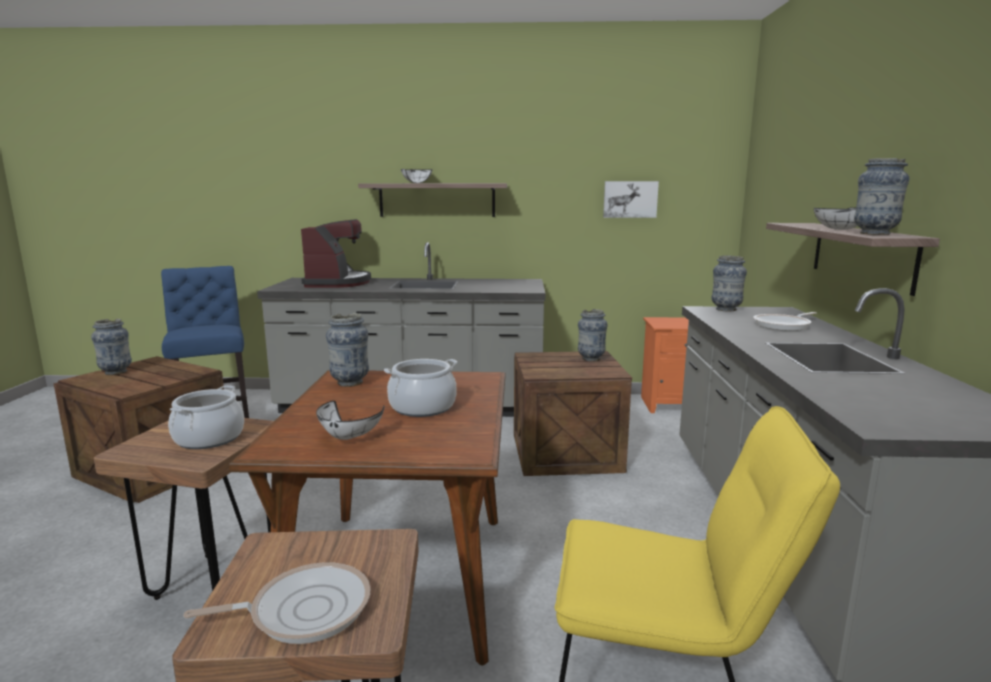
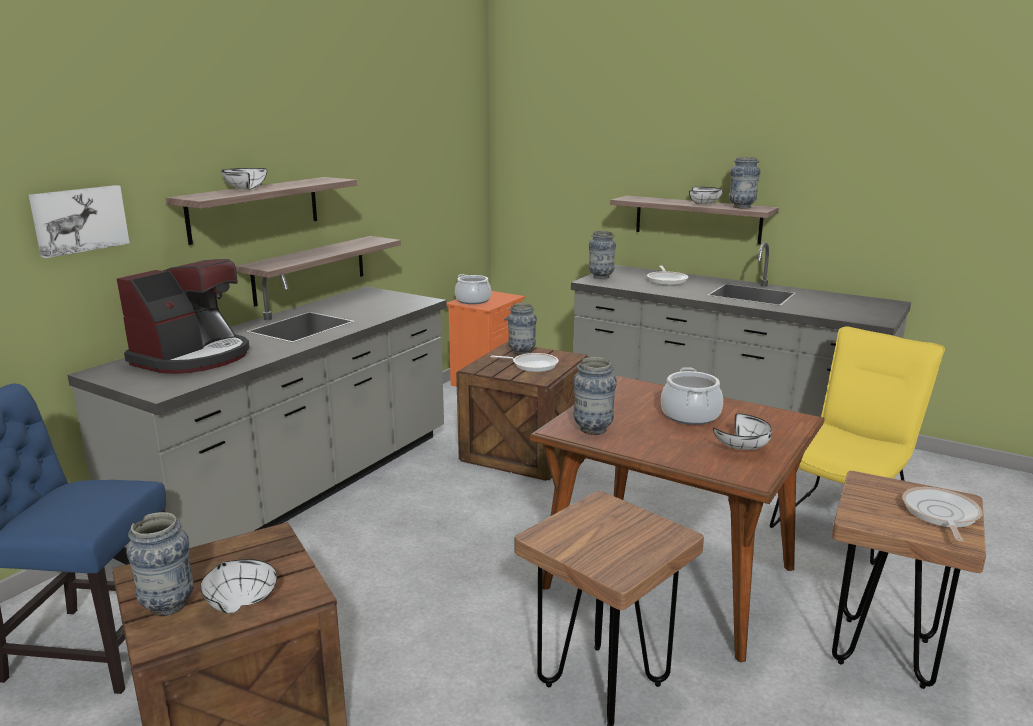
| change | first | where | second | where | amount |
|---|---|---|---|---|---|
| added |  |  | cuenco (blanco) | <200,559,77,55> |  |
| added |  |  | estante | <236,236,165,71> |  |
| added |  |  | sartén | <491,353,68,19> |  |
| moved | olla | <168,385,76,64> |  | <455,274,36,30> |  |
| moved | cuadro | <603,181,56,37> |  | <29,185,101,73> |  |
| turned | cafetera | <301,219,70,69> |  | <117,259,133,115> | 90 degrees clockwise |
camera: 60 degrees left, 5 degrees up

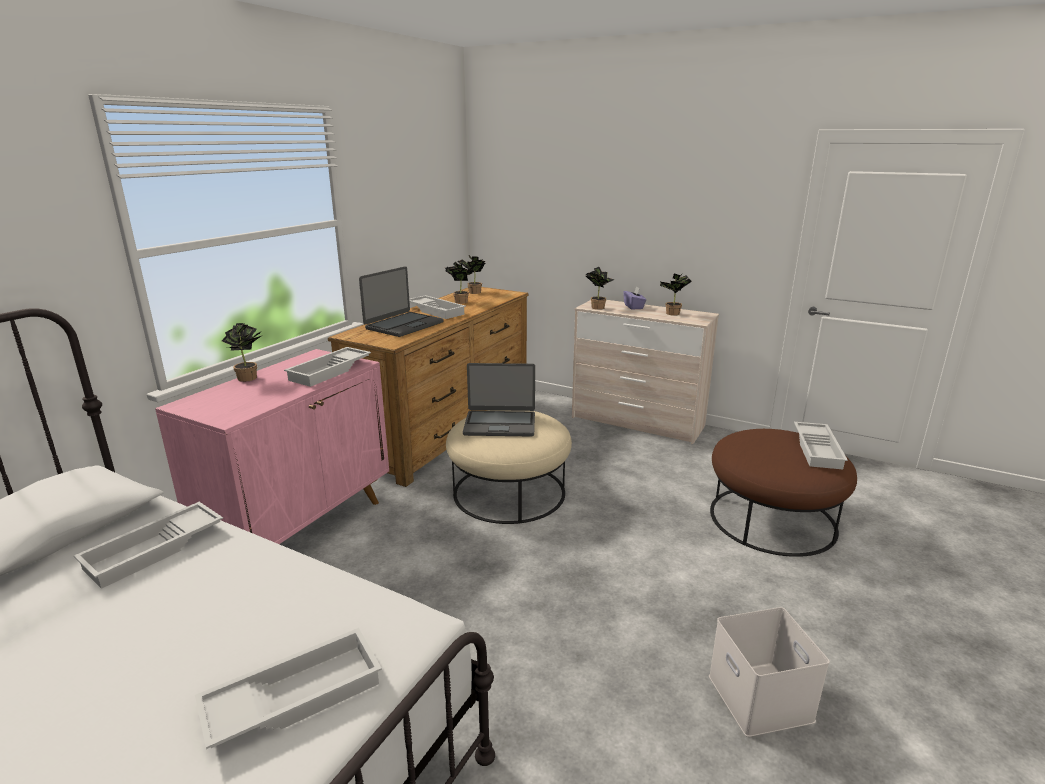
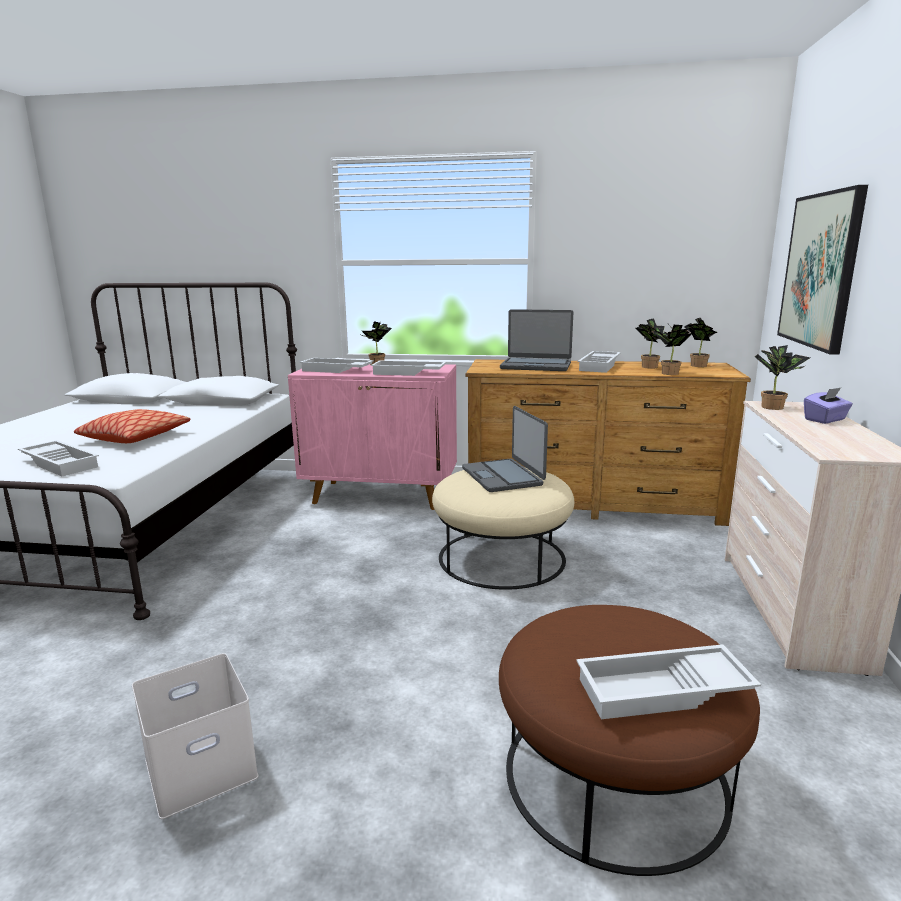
| change | first | where | second | where | amount |
|---|---|---|---|---|---|
| added |  |  | cojín | <74,409,116,34> |  |
| added |  |  | cuadro | <777,185,91,170> |  |
| moved | bandeja (blanco) | <74,502,149,87> |  | <299,358,75,15> |  |
| moved | planta en maceta | <659,273,33,43> |  | <651,324,42,51> |  |
camera: 70 degrees right, 5 degrees down

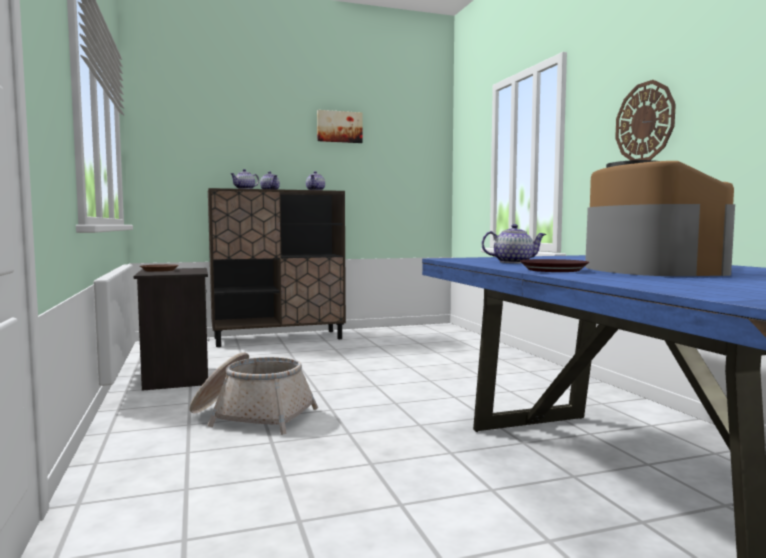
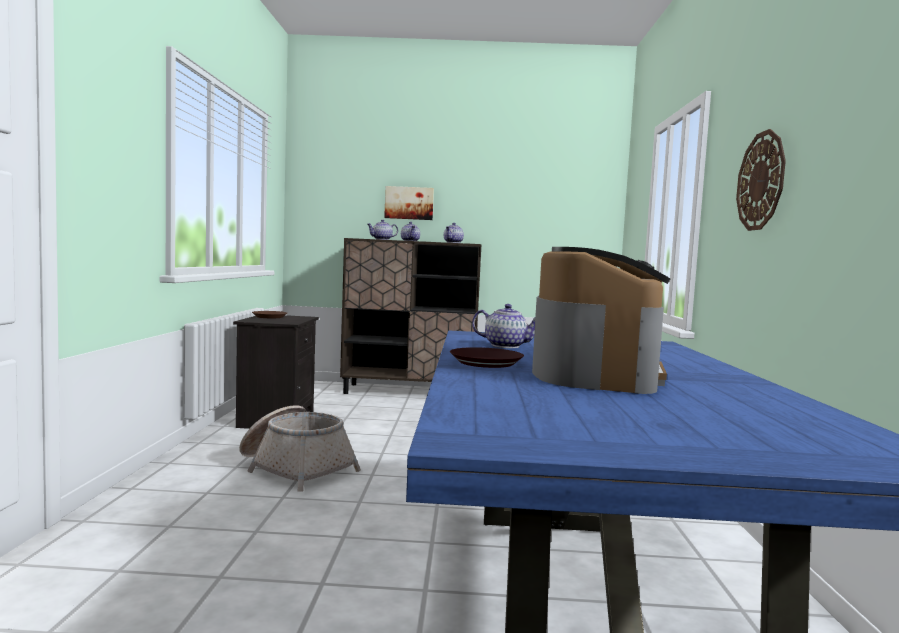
| change | first | where | second | where | amount |
|---|---|---|---|---|---|
| moved | cuadro | <317,110,46,33> |  | <384,186,50,34> |  |
camera: 20 degrees right, 0 degrees up

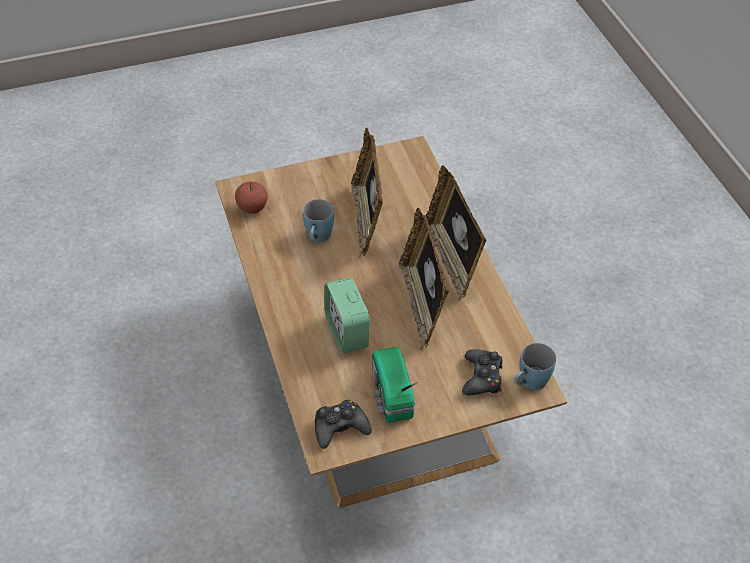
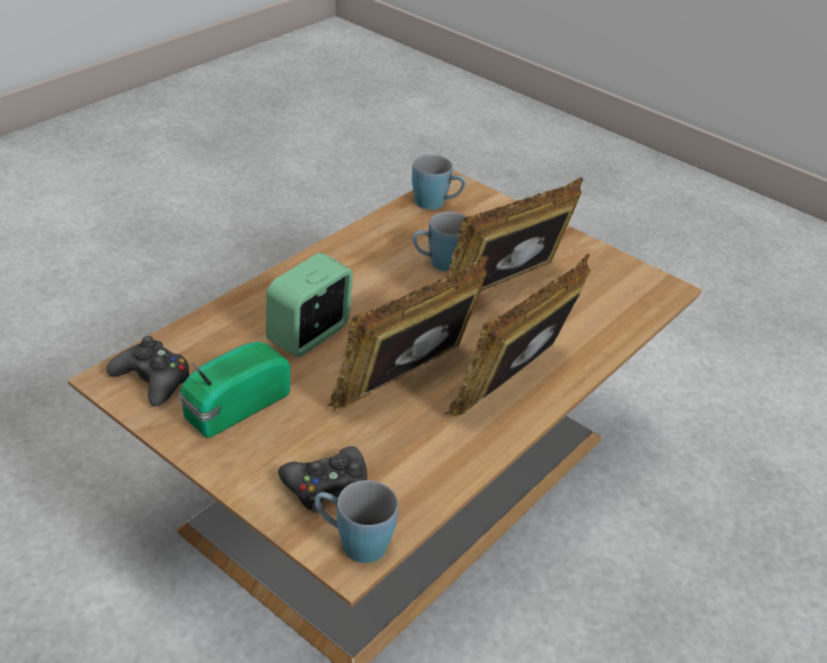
| change | first | where | second | where | amount |
|---|---|---|---|---|---|
| replaced | manzana | <235,181,33,33> | taza grande (azul) | <412,155,54,55> |  |
camera: 55 degrees right, 10 degrees down

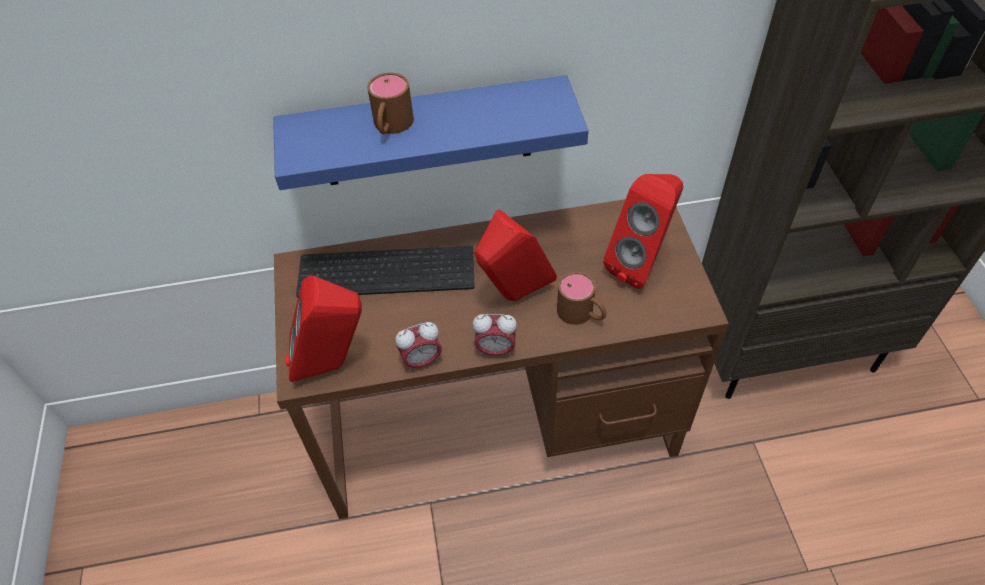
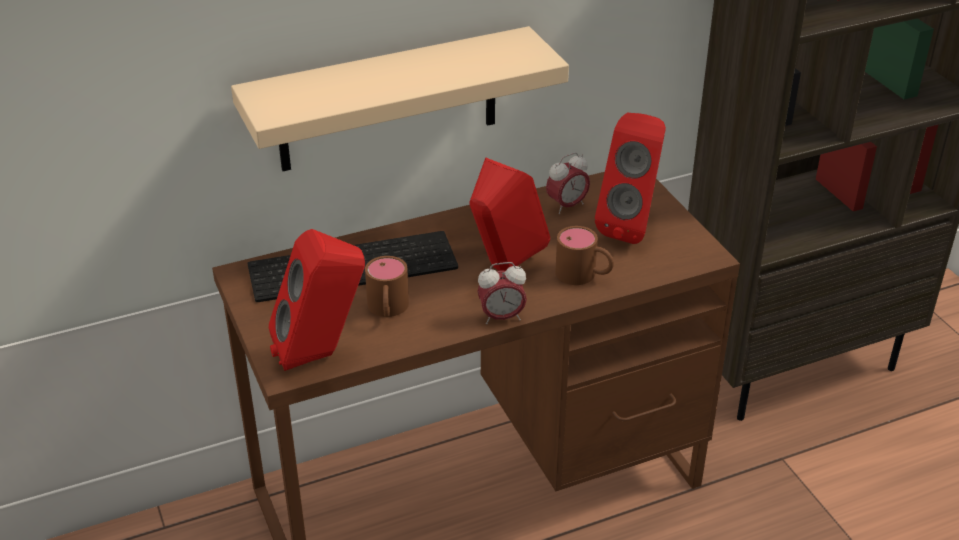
| change | first | where | second | where | amount |
|---|---|---|---|---|---|
| moved | taza grande (marrón) | <367,73,47,61> |  | <365,256,44,61> |  |
| moved | despertador | <395,322,47,49> |  | <546,152,44,62> |  |
| recoloured | estante (azul) | <273,75,316,115> | estante (beis) | <231,26,338,145> |  |
camera: 15 degrees left, 15 degrees down

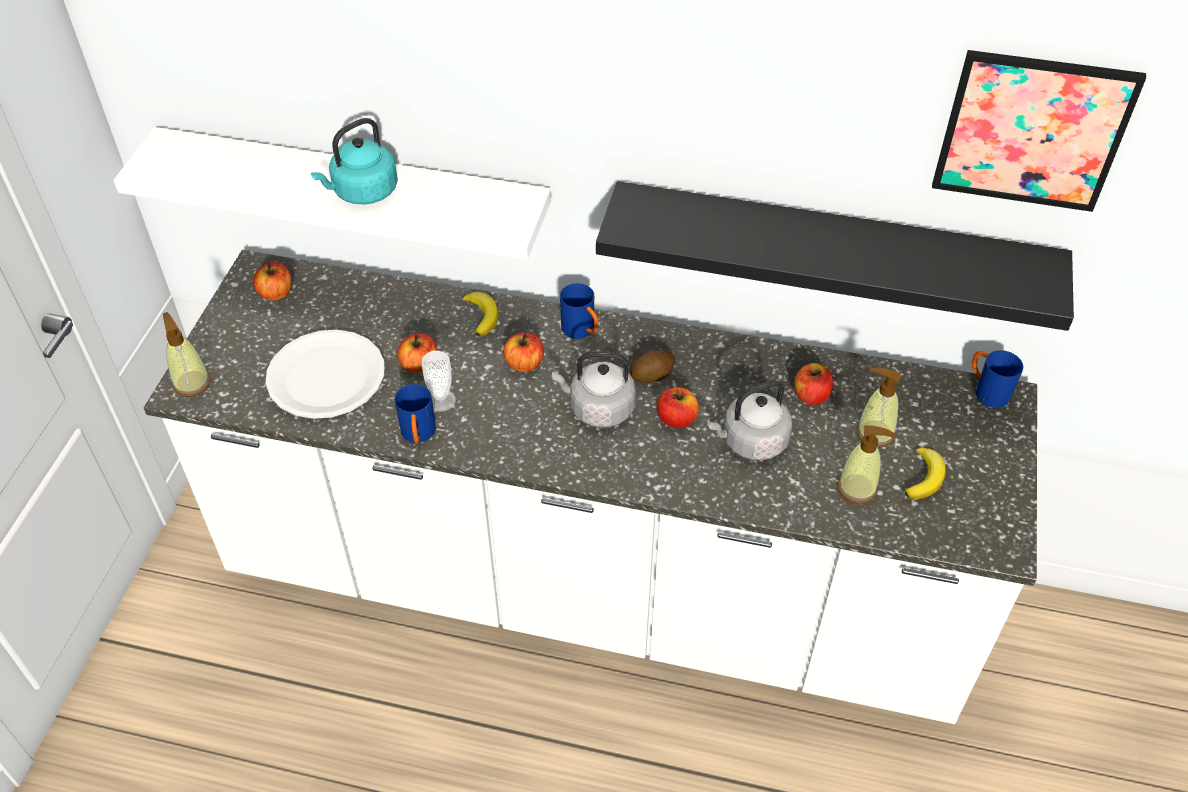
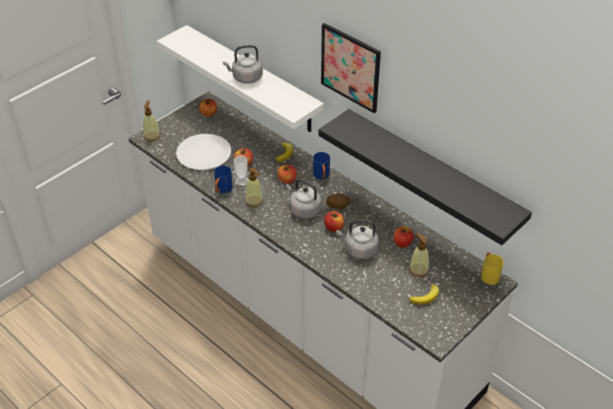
| change | first | where | second | where | amount |
|---|---|---|---|---|---|
| moved | dispensador de jabón | <837,425,58,79> |  | <245,168,18,39> |  |
| moved | cuadro | <932,50,214,162> |  | <321,23,60,90> |  |
| recoloured | hervidor (turquesa) | <311,118,87,87> | hervidor (gris) | <223,45,40,39> |  |
| recoloured | taza grande (azul) | <972,350,51,58> | taza grande (amarillo) | <481,252,23,33> |  |
camera: 30 degrees right, 5 degrees down

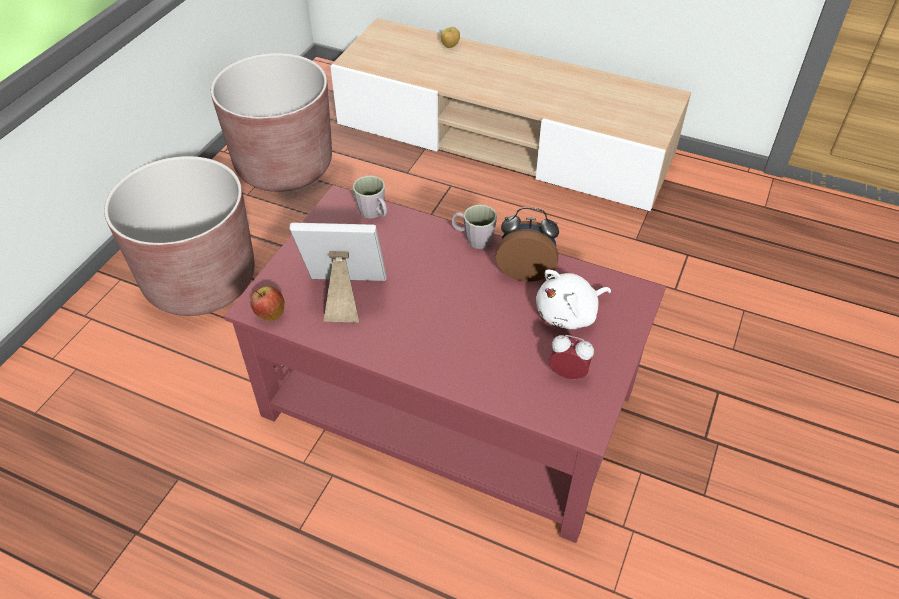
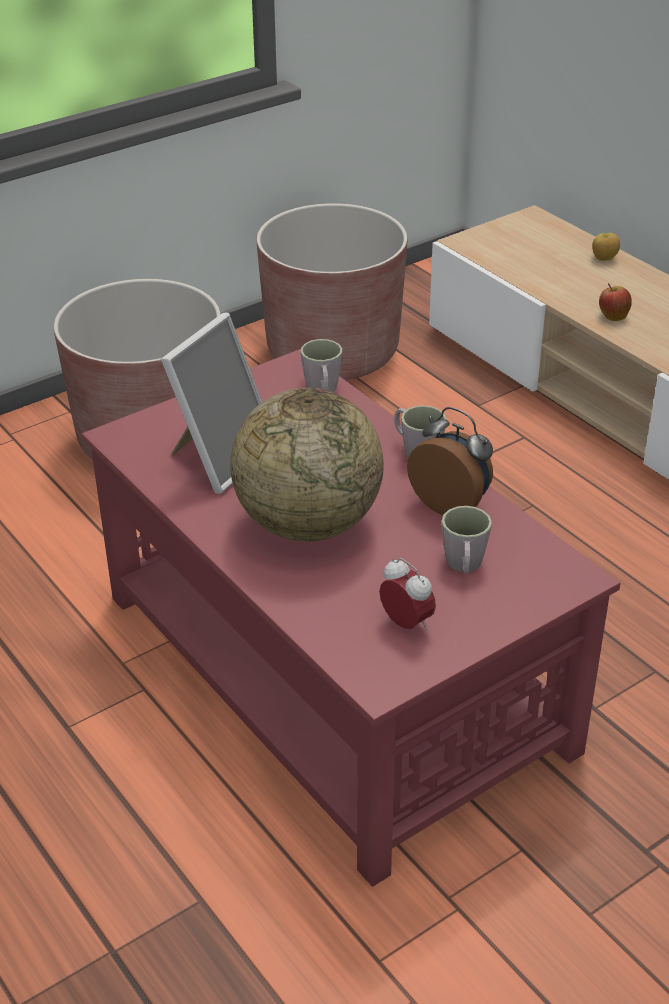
| change | first | where | second | where | amount |
|---|---|---|---|---|---|
| added |  |  | globo terráqueo | <230,388,154,154> |  |
| moved | manzana | <250,286,35,35> |  | <599,283,33,38> |  |
| replaced | peluche (blanco) | <536,269,75,60> | taza grande (gris) | <442,506,50,67> |  |
| turned | portarretratos | <289,223,98,100> |  | <161,312,101,182> | 90 degrees clockwise |
camera: 30 degrees right, 10 degrees down

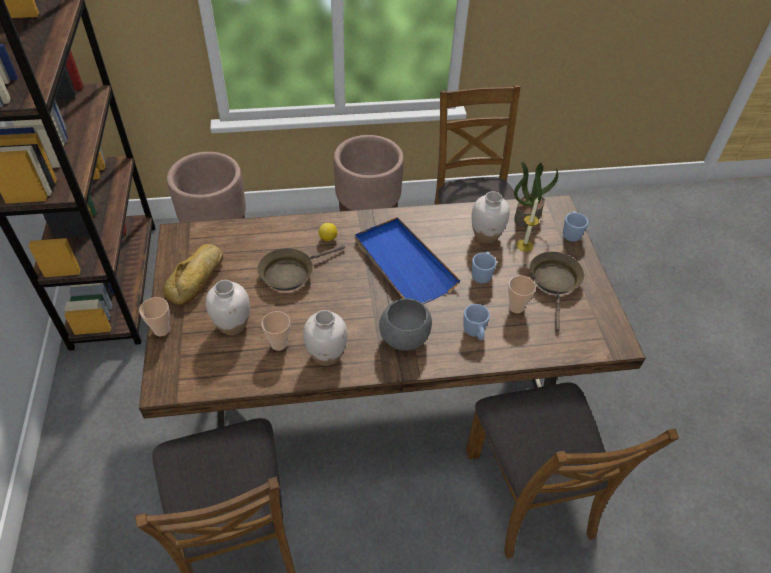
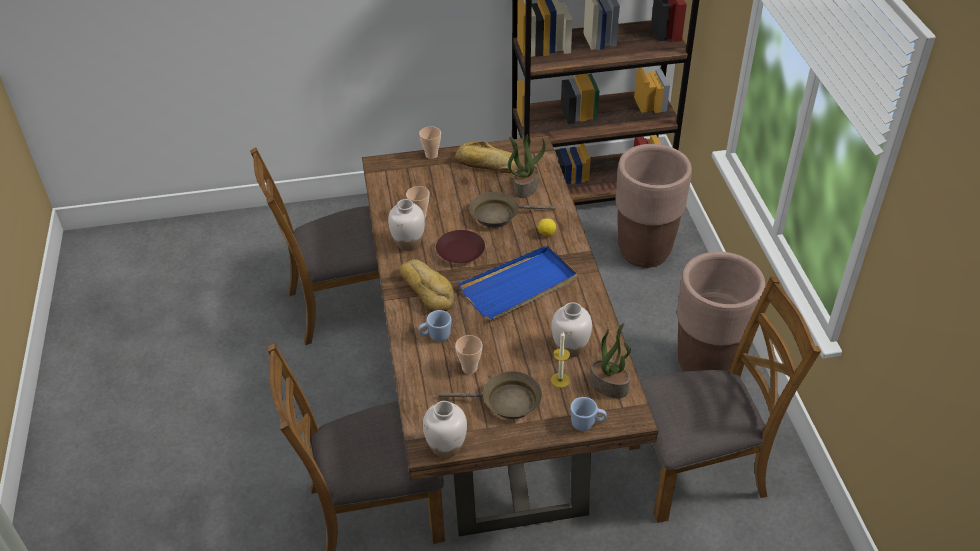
| change | first | where | second | where | amount |
|---|---|---|---|---|---|
| removed | taza grande (azul) | <472,252,25,31> |  |  |  |
| added |  |  | plato (marrón) | <436,230,49,33> |  |
| added |  |  | planta en maceta | <508,135,38,63> |  |
| moved | florero (blanco) | <206,280,44,55> |  | <423,401,44,57> |  |
| replaced | cuenco (gris) | <379,298,53,53> | pan | <400,259,54,53> |  |
| turned | sartén (marrón) | <257,245,88,46> |  | <469,192,87,36> | 60 degrees counterclockwise |
camera: 90 degrees right, 5 degrees down

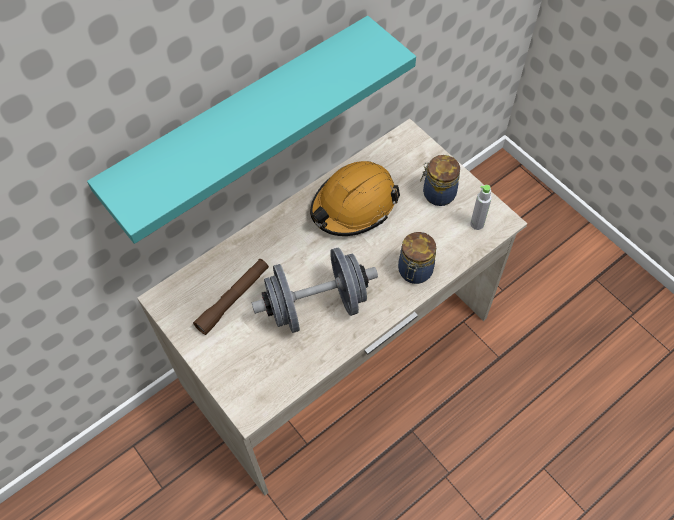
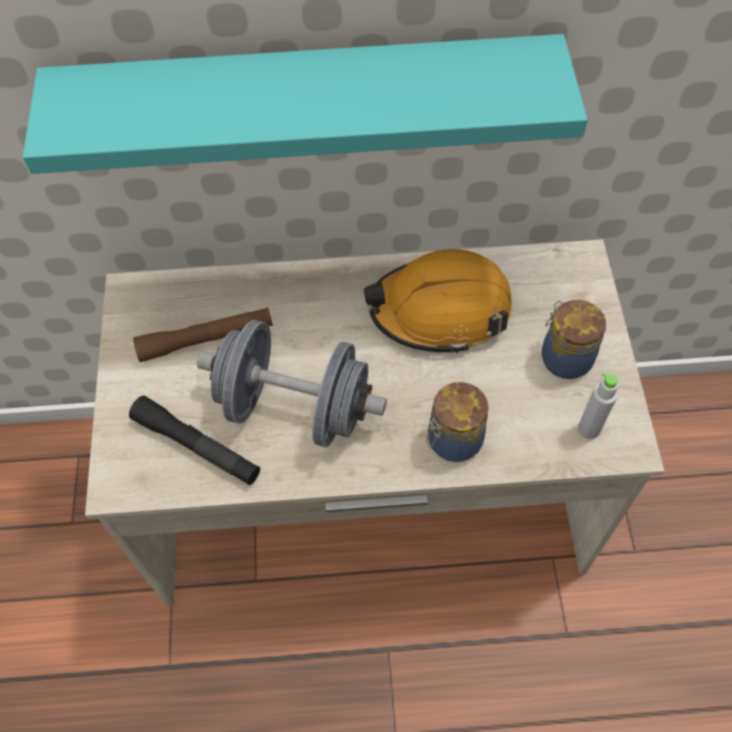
| change | first | where | second | where | amount |
|---|---|---|---|---|---|
| added |  |  | linterna (negro) | <129,396,131,89> |  |
camera: 35 degrees right, 0 degrees up

